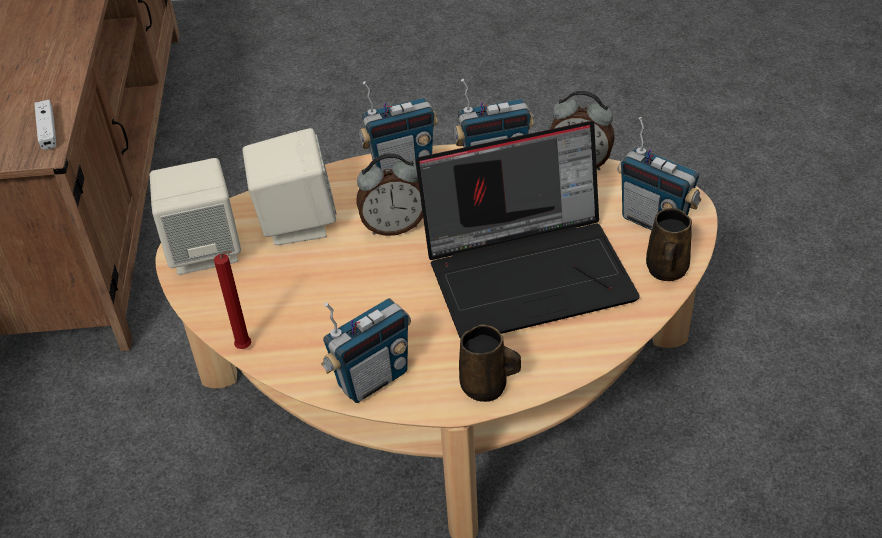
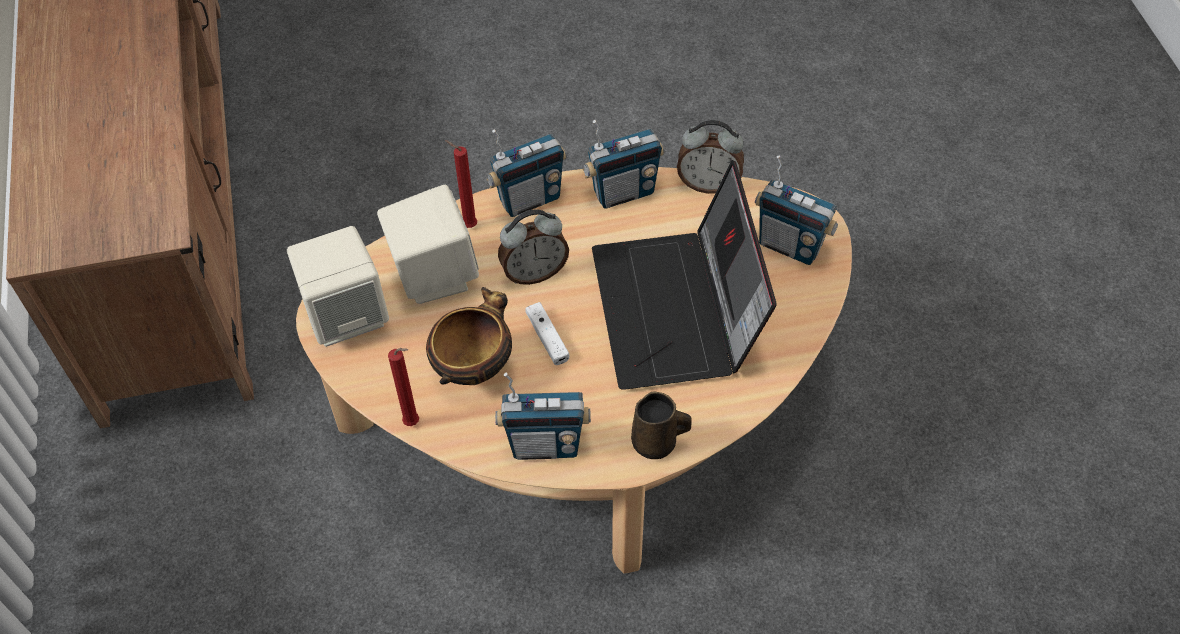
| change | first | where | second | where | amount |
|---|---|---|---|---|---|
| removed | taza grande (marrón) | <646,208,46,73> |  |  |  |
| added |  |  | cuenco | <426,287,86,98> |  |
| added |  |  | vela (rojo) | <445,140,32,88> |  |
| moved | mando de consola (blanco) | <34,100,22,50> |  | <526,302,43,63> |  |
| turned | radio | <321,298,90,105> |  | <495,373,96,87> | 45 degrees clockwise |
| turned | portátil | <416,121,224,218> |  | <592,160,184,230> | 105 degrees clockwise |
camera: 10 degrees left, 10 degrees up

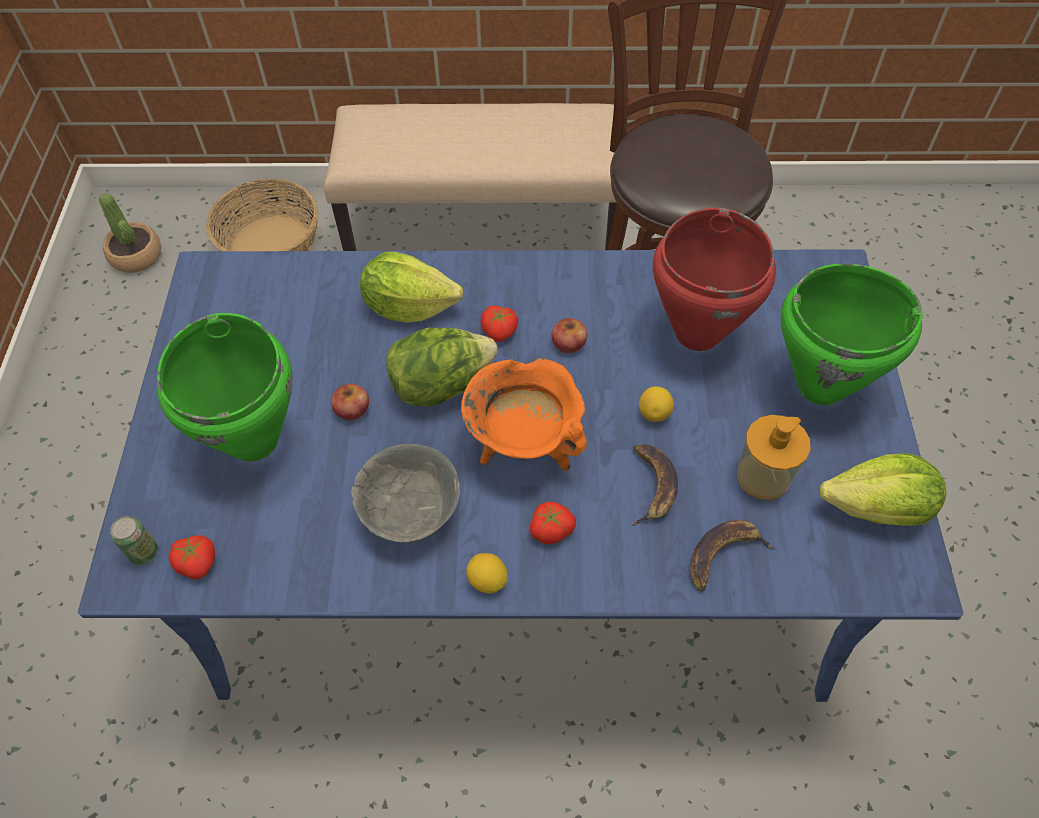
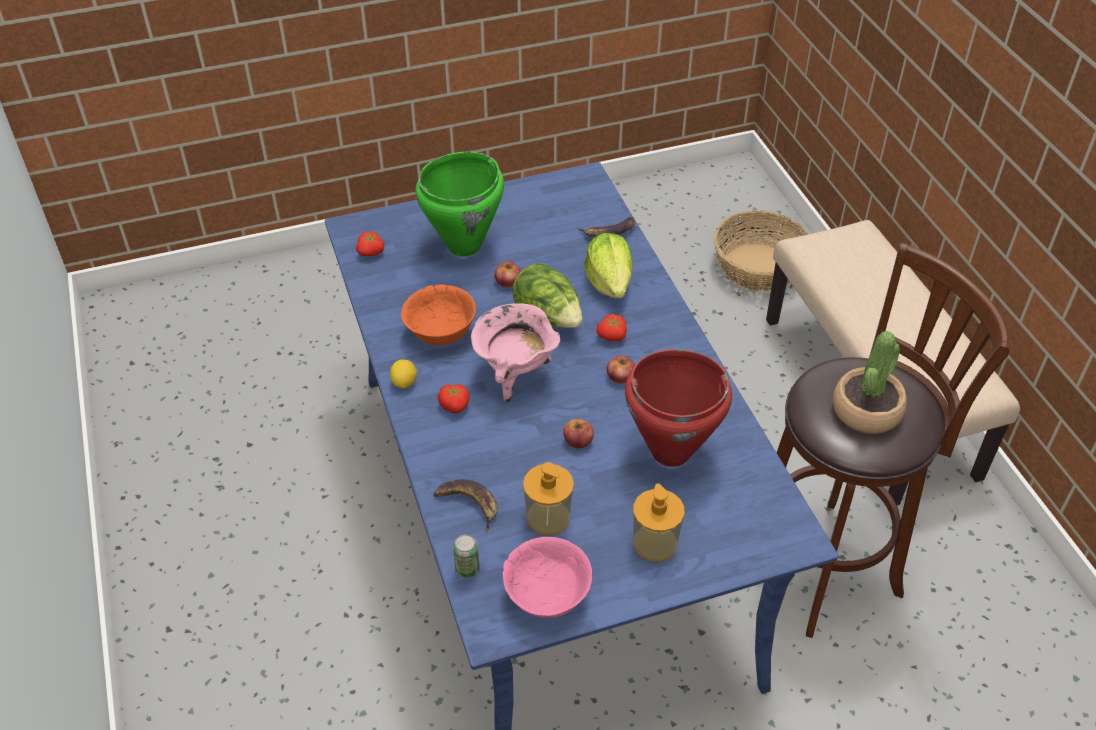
| change | first | where | second | where | amount |
|---|---|---|---|---|---|
| moved | planta en maceta | <99,193,62,80> |  | <833,331,74,103> |  |
| moved | lata | <110,516,48,49> |  | <453,534,27,44> |  |
| moved | plátano | <631,444,47,82> |  | <577,217,59,20> |  |
| replaced | limón | <639,386,35,36> | manzana | <563,419,31,29> |  |
| replaced | olla (verde) | <781,263,141,142> | dispensador de jabón | <633,484,52,78> |  |
| replaced | lechuga | <820,454,126,72> | cuenco (rosa) | <503,537,89,81> |  |
| recoloured | cuenco (gris) | <351,444,109,99> | cuenco (naranja) | <401,284,75,61> |  |
| recoloured | olla (naranja) | <461,358,126,113> | olla (rosa) | <471,303,89,100> |  |
camera: 70 degrees right, 10 degrees down

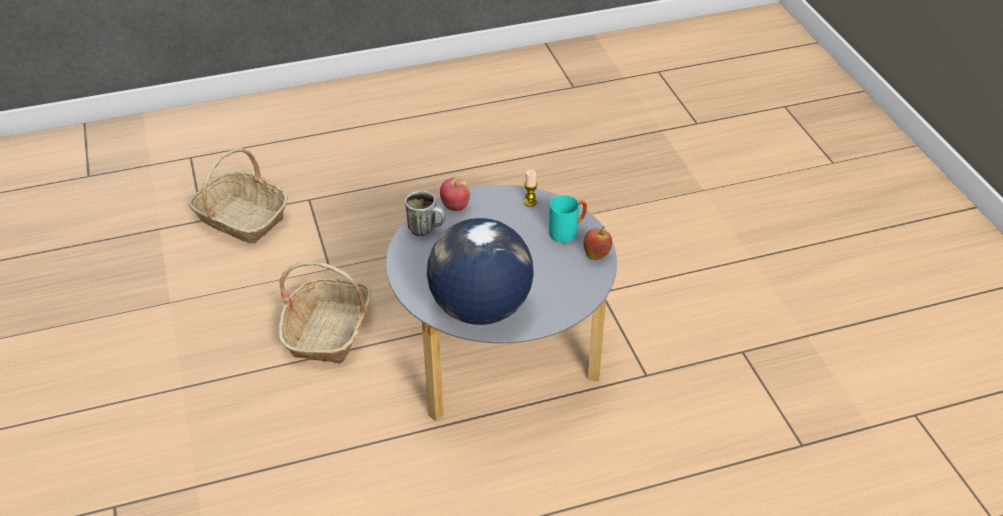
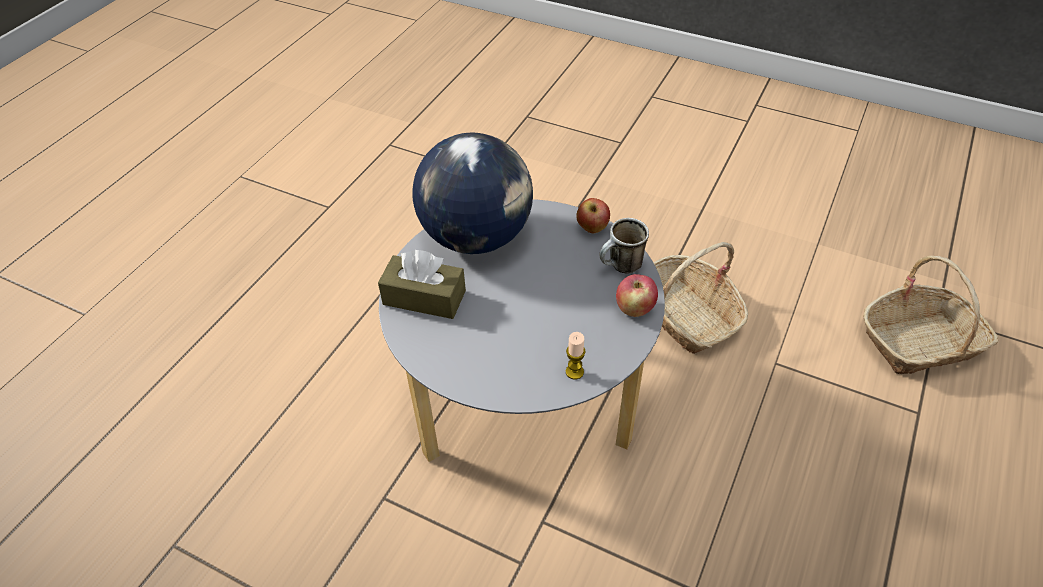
| change | first | where | second | where | amount |
|---|---|---|---|---|---|
| removed | taza grande (turquesa) | <549,195,38,48> |  |  |  |
| added |  |  | caja de pañuelos (marrón) | <378,250,88,69> |  |
| moved | manzana | <584,226,28,34> |  | <576,198,34,35> |  |
camera: 135 degrees right, 5 degrees up

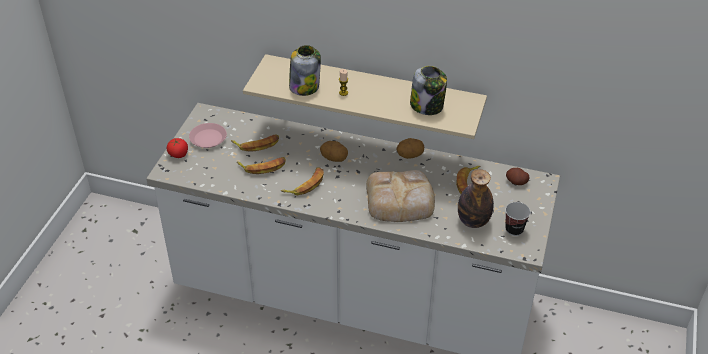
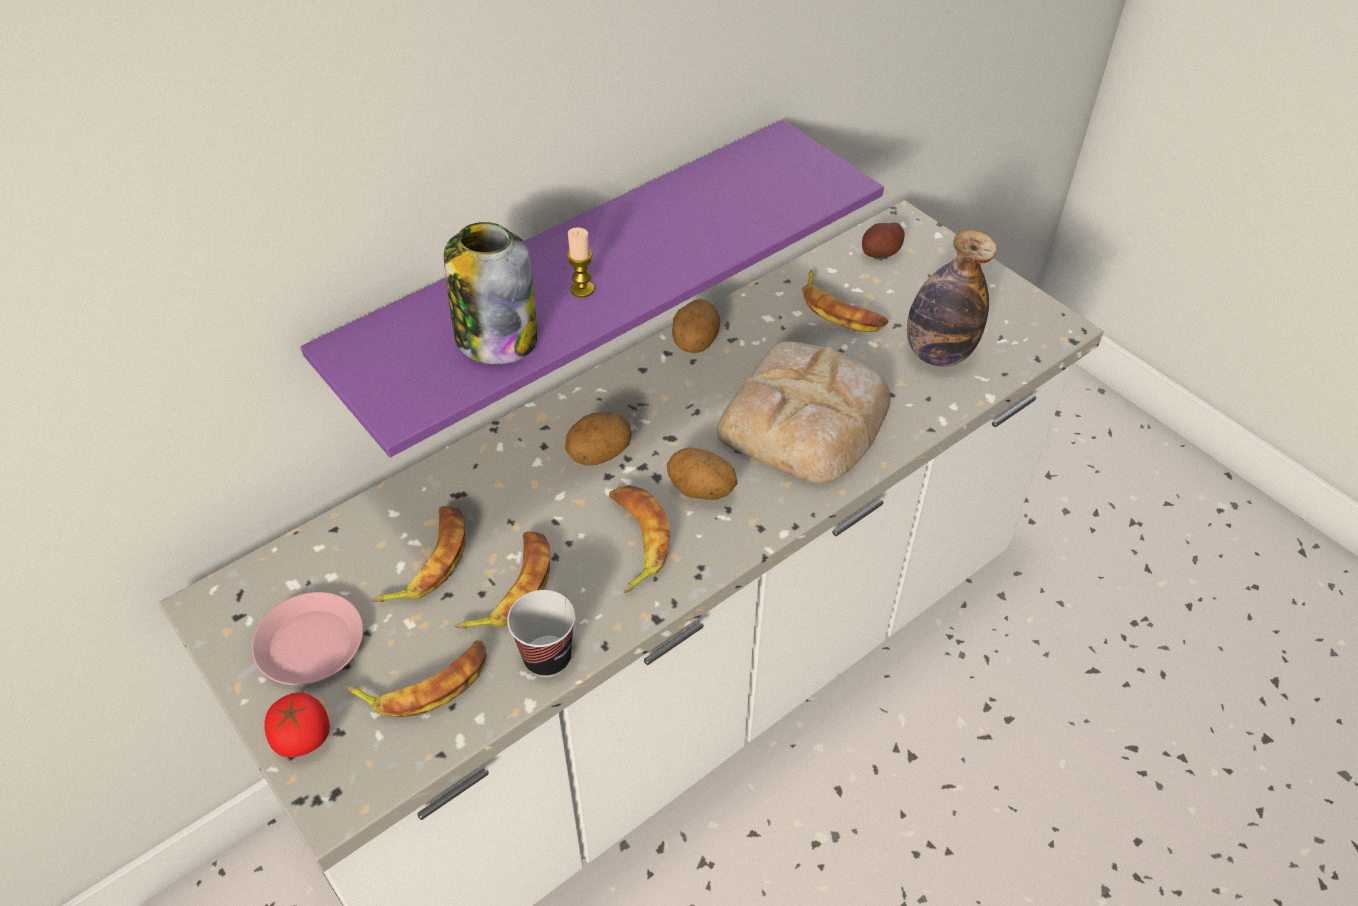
| change | first | where | second | where | amount |
|---|---|---|---|---|---|
| removed | tarro | <410,66,37,49> |  |  |  |
| added |  |  | plátano | <345,640,142,77> |  |
| added |  |  | patata | <667,447,71,53> |  |
| moved | taza | <505,202,26,34> |  | <507,590,68,87> |  |
| recoloured | estante (beis) | <243,54,244,85> | estante (morado) | <301,120,583,337> |  |
camera: 55 degrees left, 5 degrees up

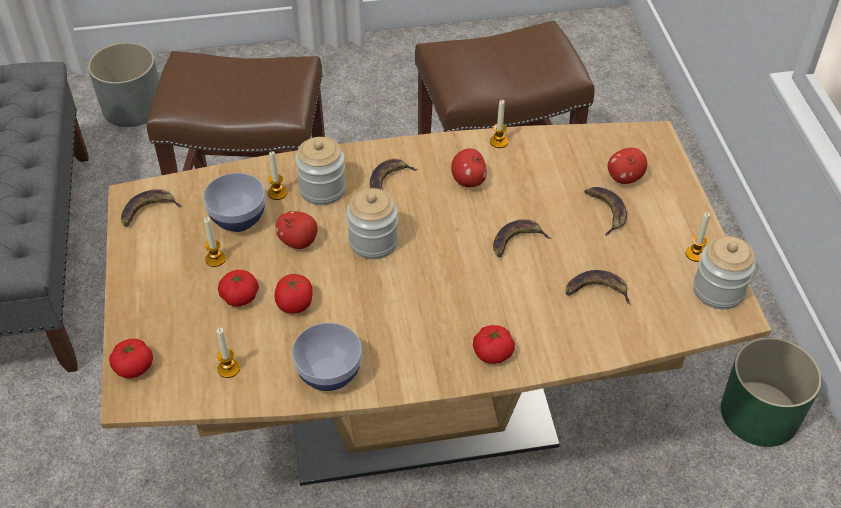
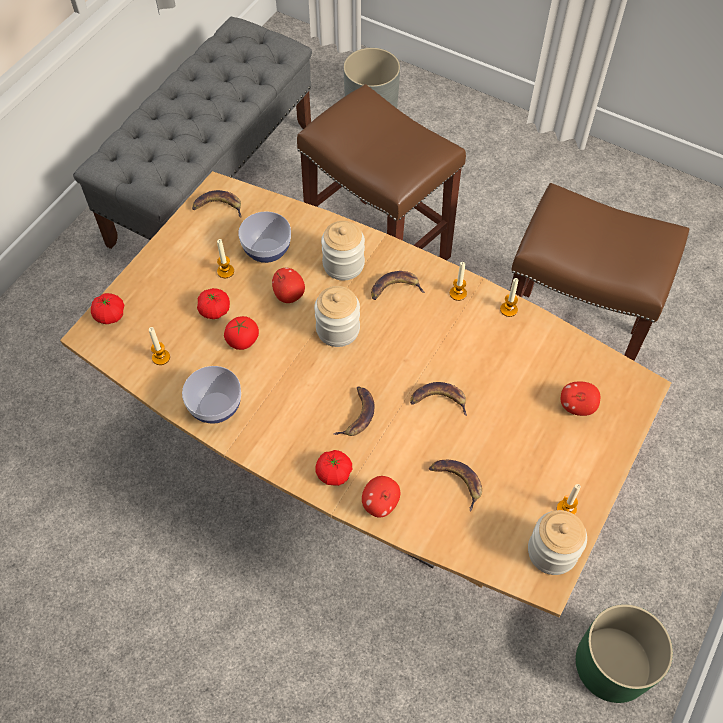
| change | first | where | second | where | amount |
|---|---|---|---|---|---|
| moved | vela | <268,151,19,49> |  | <450,262,17,39> |  |
| moved | manzana | <451,149,36,38> |  | <362,476,38,42> |  |
| moved | plátano | <584,187,43,49> |  | <333,387,42,49> |  |
camera: 40 degrees right, 10 degrees up

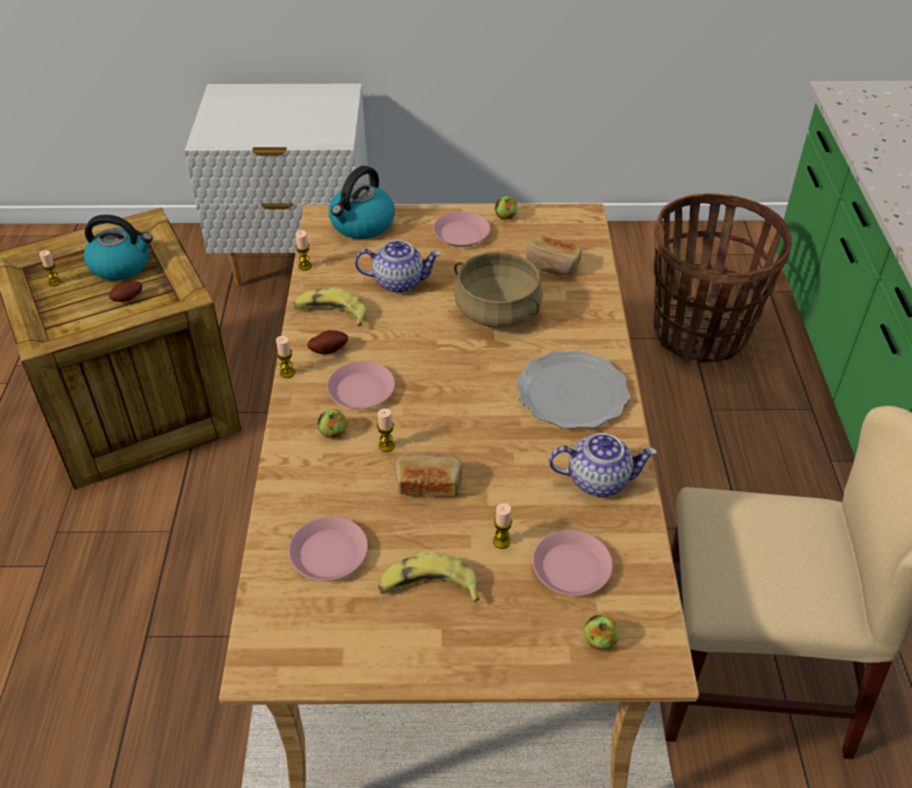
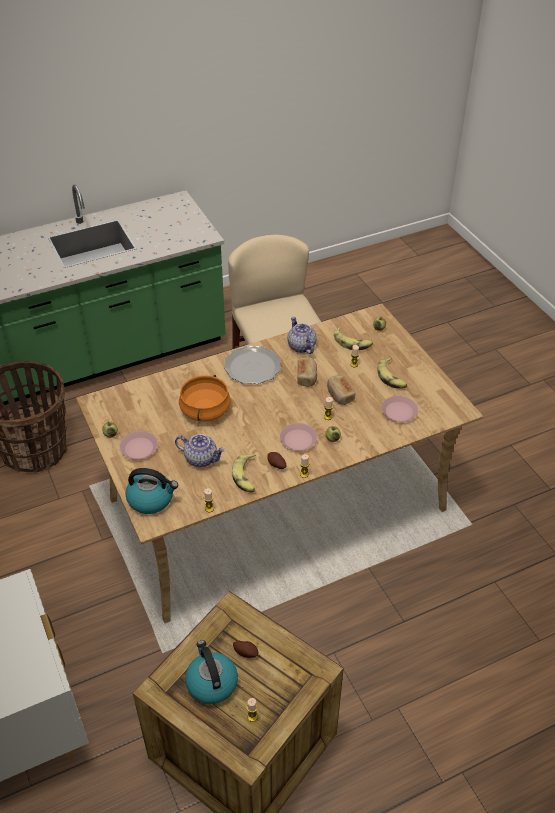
| change | first | where | second | where | amount |
|---|---|---|---|---|---|
| moved | pan | <526,235,56,40> |  | <298,357,19,30> |  |
| replaced | plato (rosa) | <533,530,80,66> | plátano | <334,327,39,23> |  |
| recoloured | olla (beis) | <454,251,89,77> | olla (naranja) | <179,375,52,47> |  |
| turned | tetera | <355,240,86,53> |  | <175,434,50,33> | 135 degrees clockwise |
camera: 115 degrees left, 0 degrees up

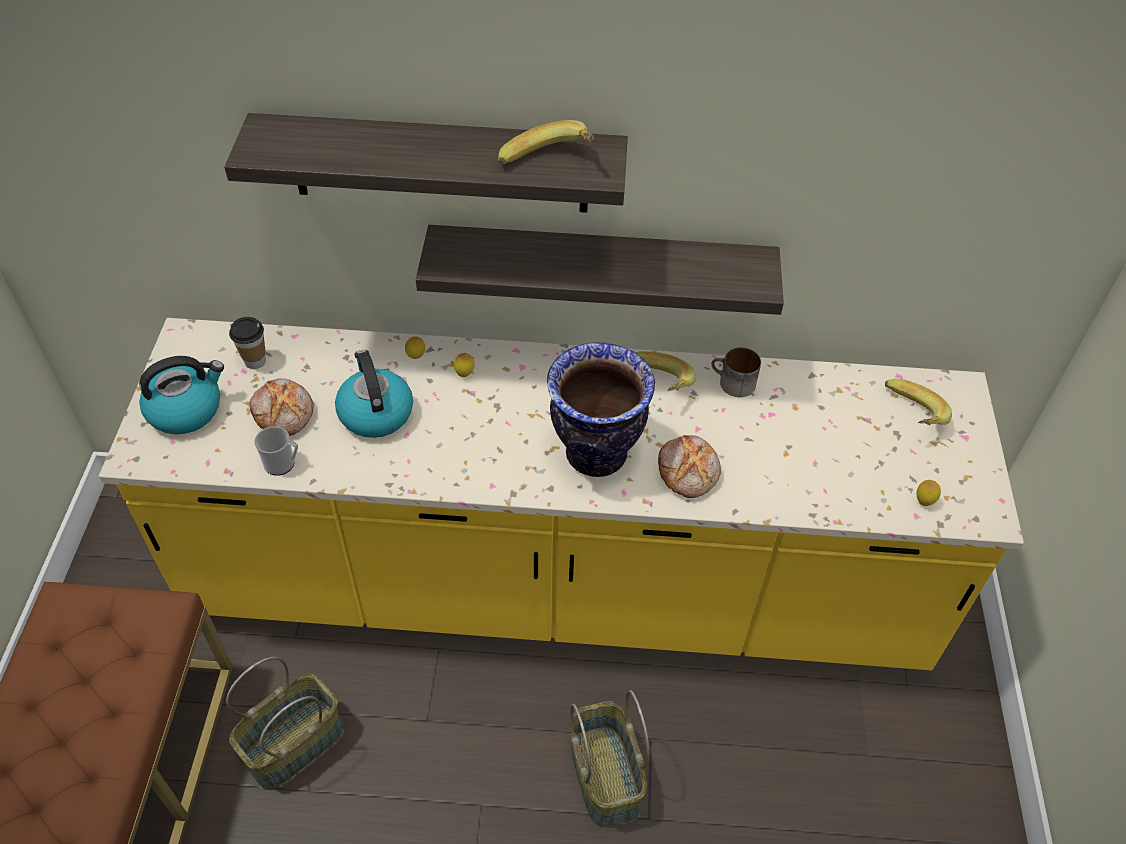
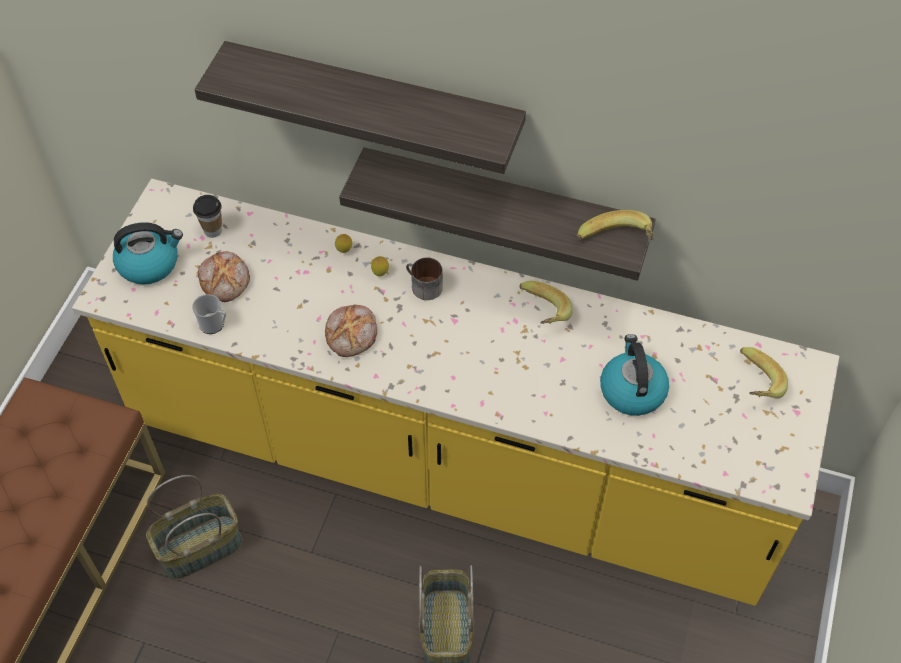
| change | first | where | second | where | amount |
|---|---|---|---|---|---|
| removed | florero | <547,342,108,135> |  |  |  |
| removed | limón | <916,480,25,26> |  |  |  |
| moved | hervidor | <335,350,78,88> |  | <600,334,69,82> |  |
| moved | plátano | <498,120,96,44> |  | <577,210,77,31> |  |
| moved | pan | <658,435,63,63> |  | <325,304,52,53> |  |
| moved | taza grande | <711,347,50,50> |  | <406,258,37,42> |  |
camera: 15 degrees right, 5 degrees up

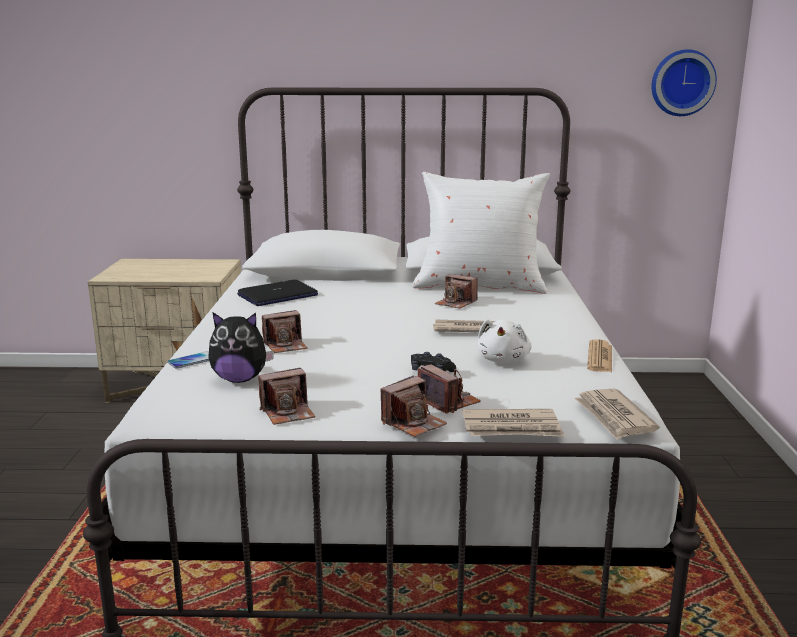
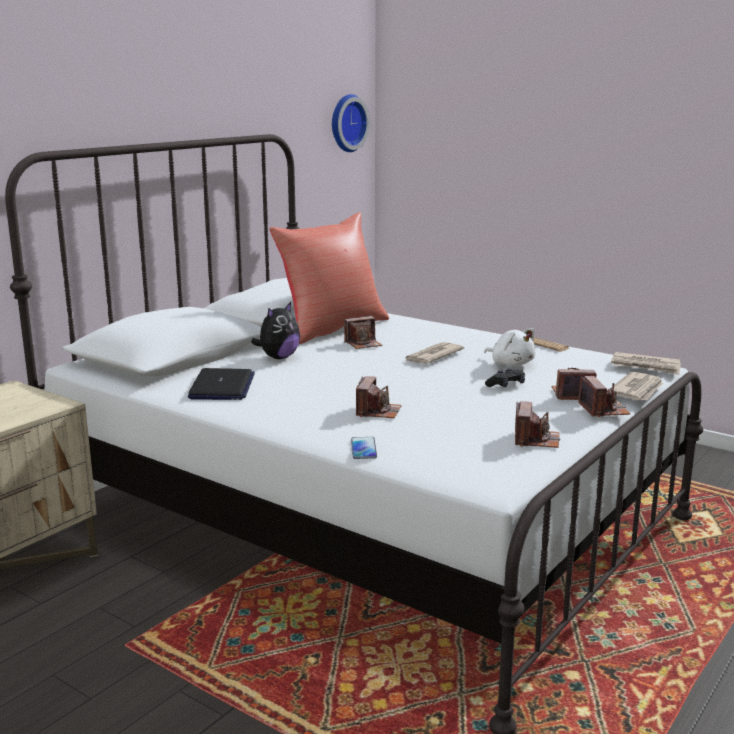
| change | first | where | second | where | amount |
|---|---|---|---|---|---|
| moved | peluche | <208,312,66,71> |  | <251,302,49,57> |  |
| recoloured | cojín (blanco) | <412,172,138,122> | cojín (rojo) | <269,212,120,132> |  |
camera: 55 degrees left, 0 degrees up

